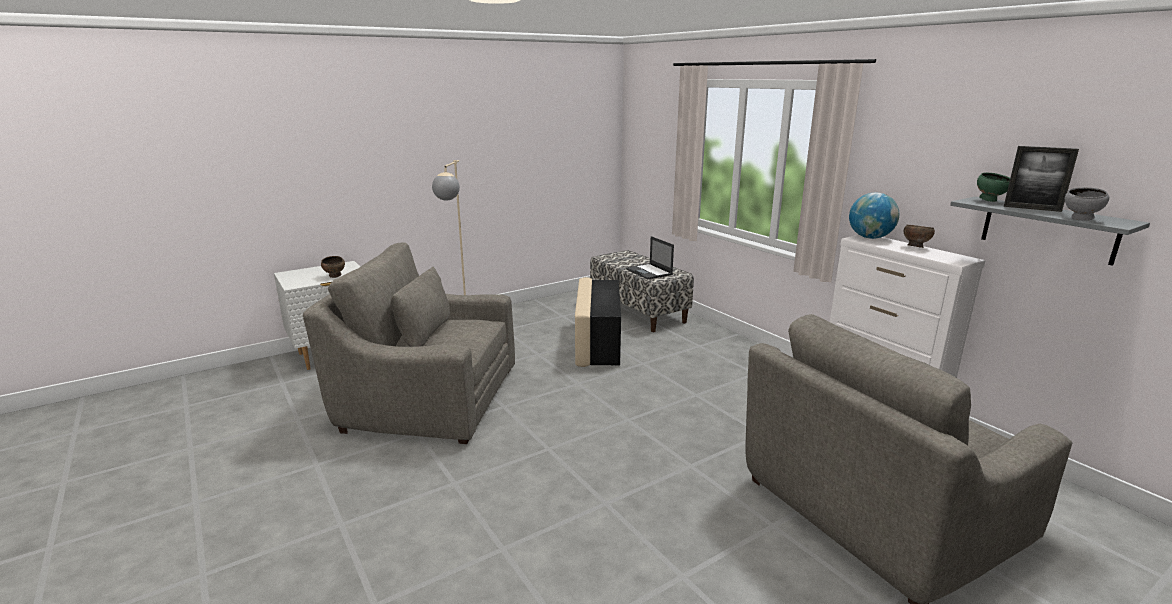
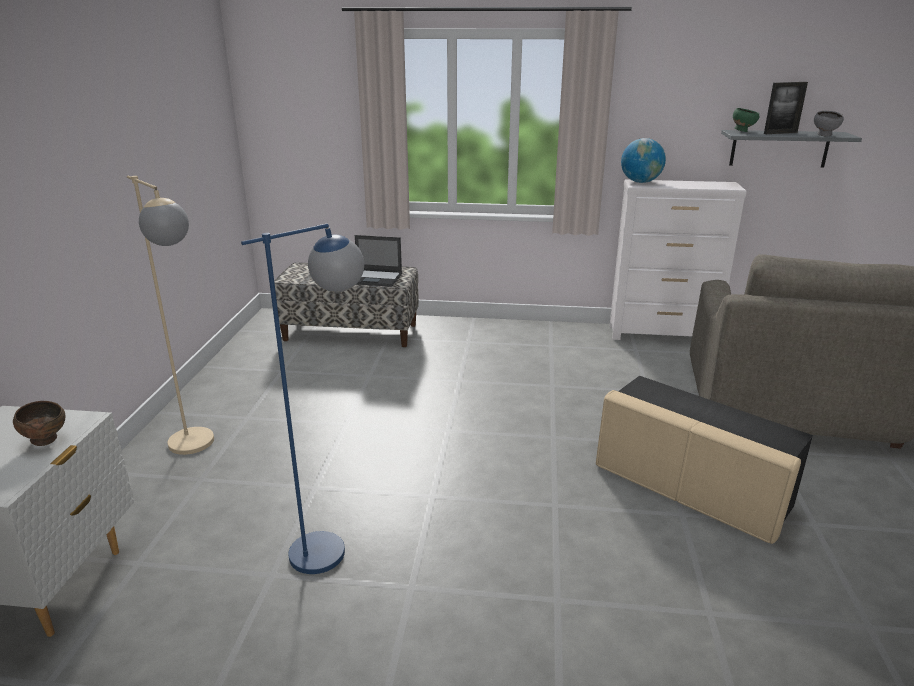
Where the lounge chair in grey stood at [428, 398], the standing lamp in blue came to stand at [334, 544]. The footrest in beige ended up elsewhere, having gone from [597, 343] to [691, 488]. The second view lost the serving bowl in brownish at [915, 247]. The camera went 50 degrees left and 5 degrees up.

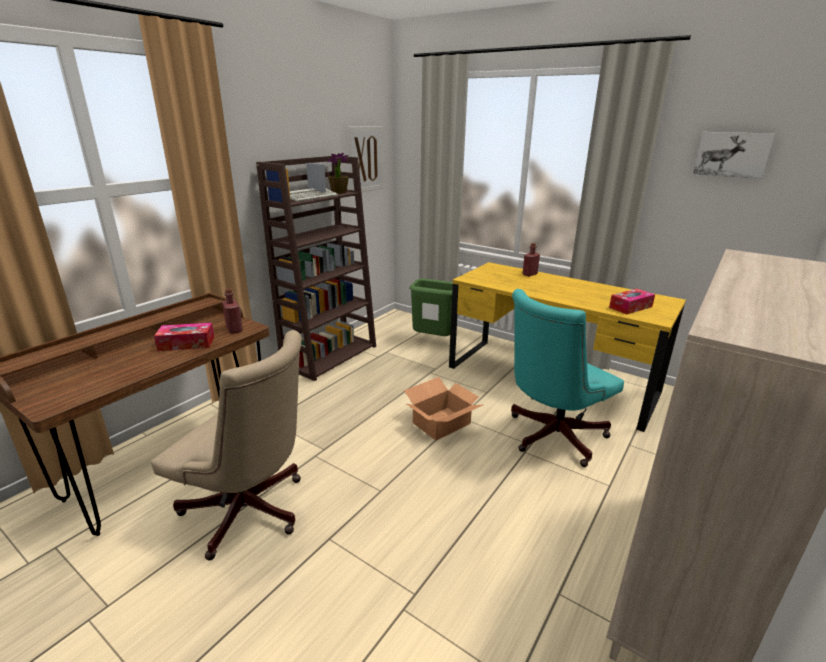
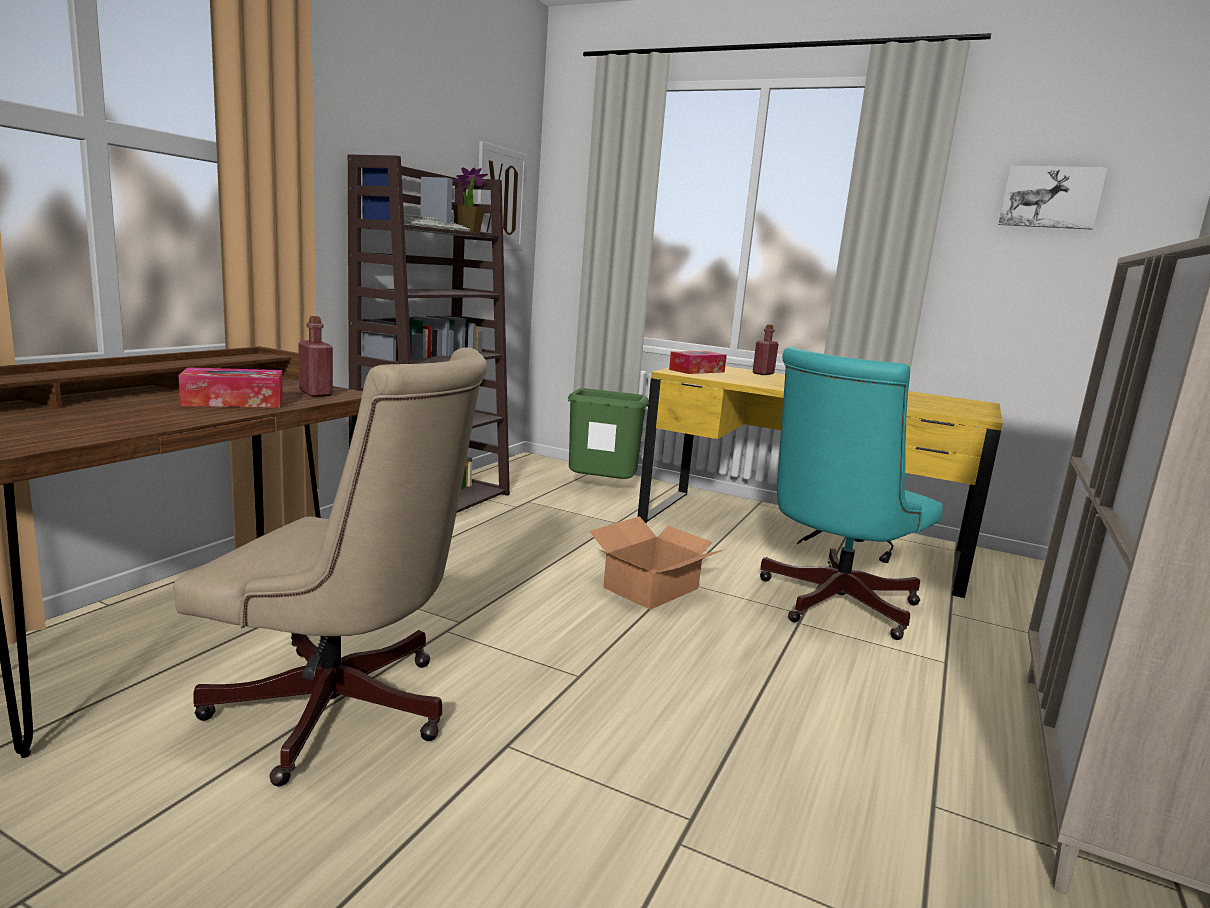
The tissue holder ended up elsewhere, having gone from [630, 307] to [697, 371]. The camera went 10 degrees left and 10 degrees down.

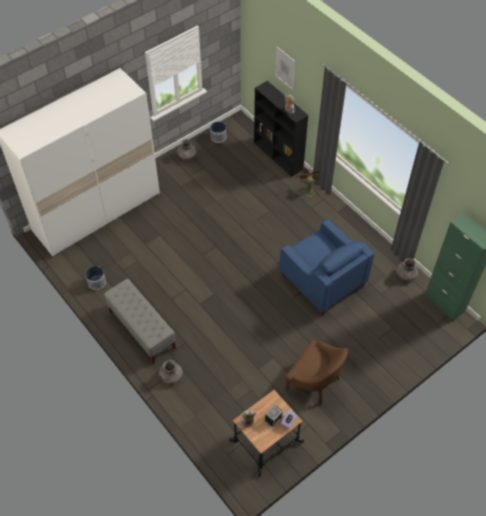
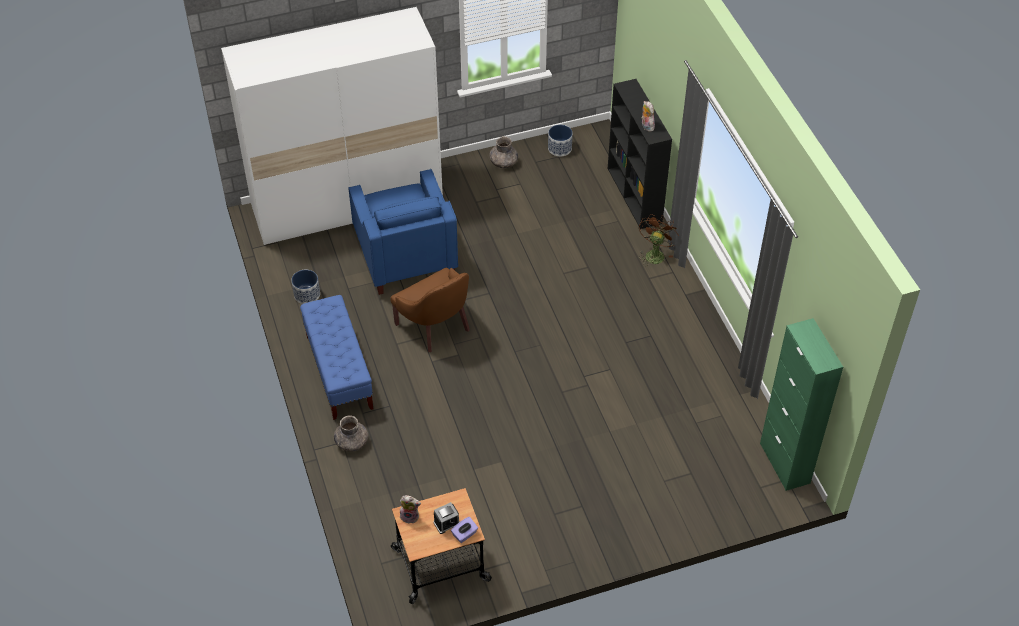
What was the indoor bench in grey at [142, 330] turned into the indoor bench in blue at [339, 372]. The lounge chair in blue ended up elsewhere, having gone from [322, 281] to [405, 255]. The lounge chair in brownish ended up elsewhere, having gone from [314, 382] to [436, 326]. The second view lost the wall picture at [285, 68]. The second view lost the flower vase in grey at [405, 275]. The camera went 20 degrees right and 5 degrees down.

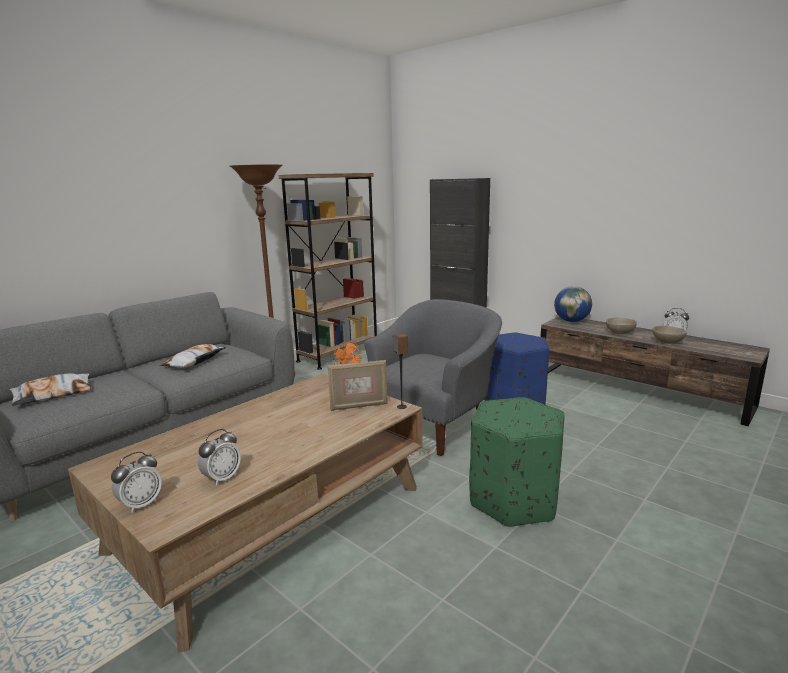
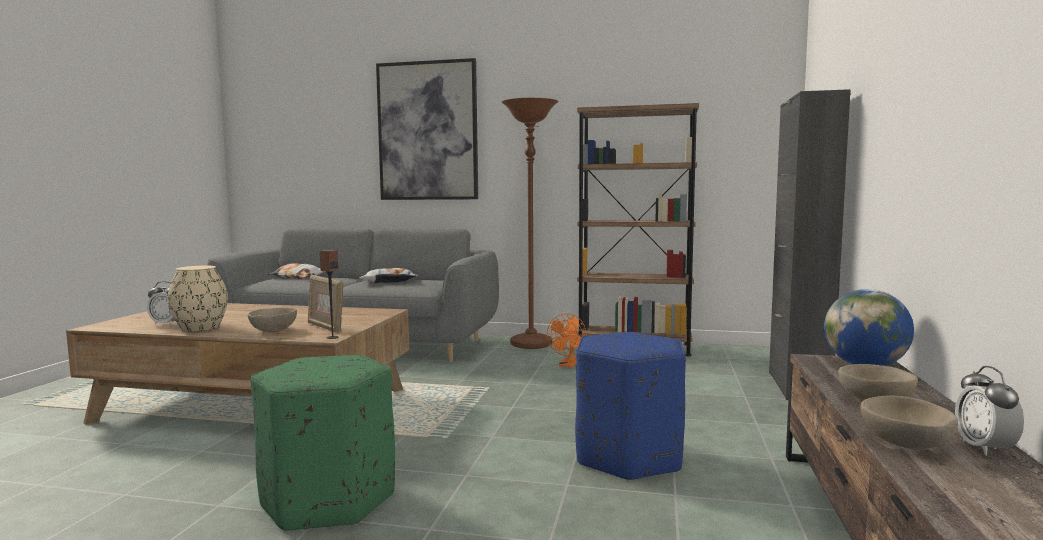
The second view gained the flower vase in beige at [201, 327]. The second view gained the serving bowl in beige at [273, 331]. The second view gained the wall picture at [428, 131]. The second view lost the bedside clock at [141, 504]. The second view lost the lounge chair in grey at [433, 425]. The camera went 60 degrees right and 10 degrees down.

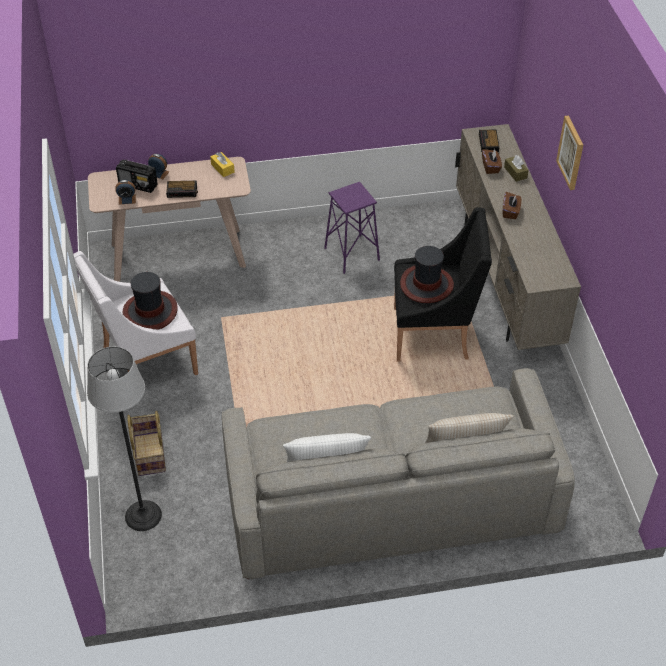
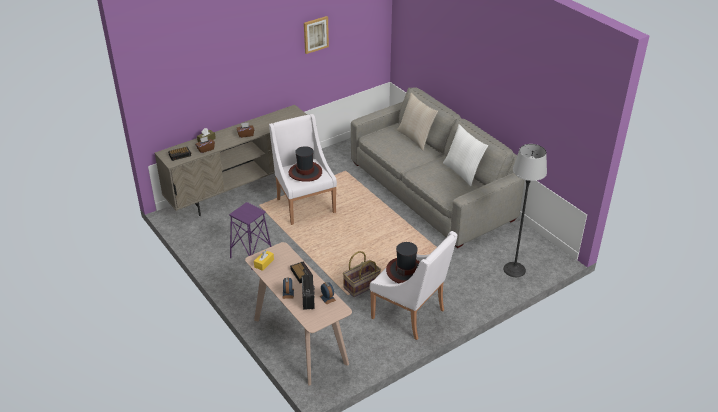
What was the lounge chair in black-coloured at [434, 334] turned into the lounge chair in white-coloured at [304, 205]. The wall picture ended up elsewhere, having gone from [571, 152] to [315, 34]. The household basket ended up elsewhere, having gone from [149, 454] to [362, 286]. The camera went 115 degrees left and 10 degrees down.

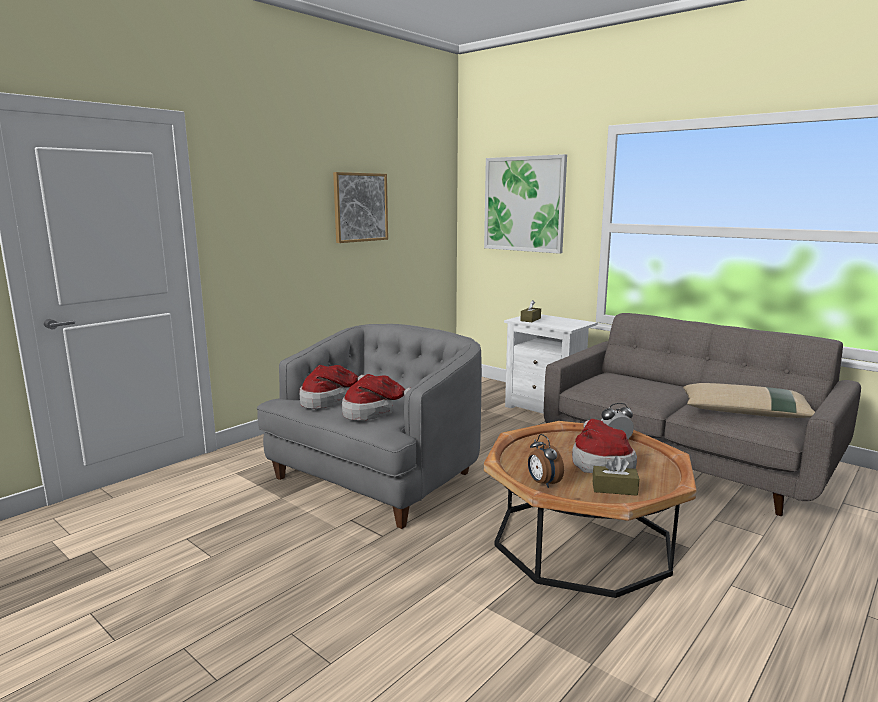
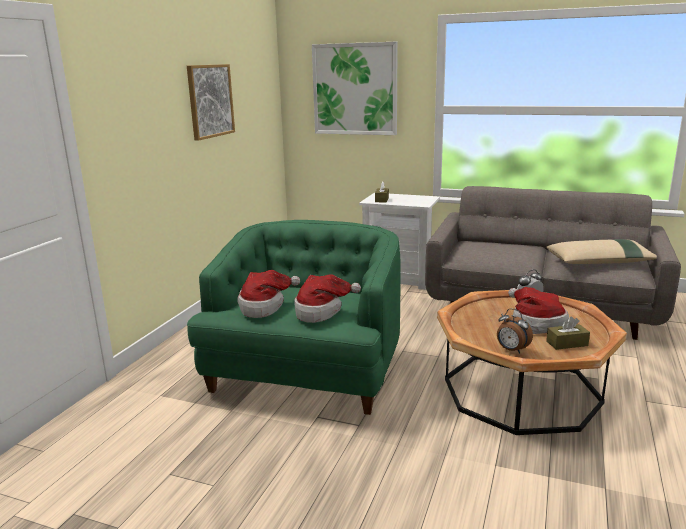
What was the lounge chair in grey at [377, 477] turned into the lounge chair in green at [306, 371]. The camera went 20 degrees left and 5 degrees up.

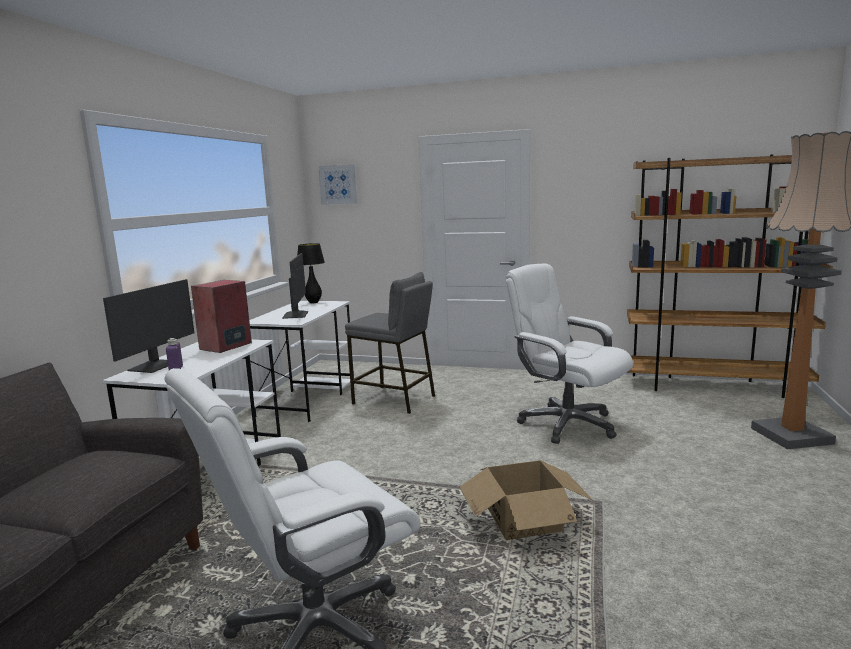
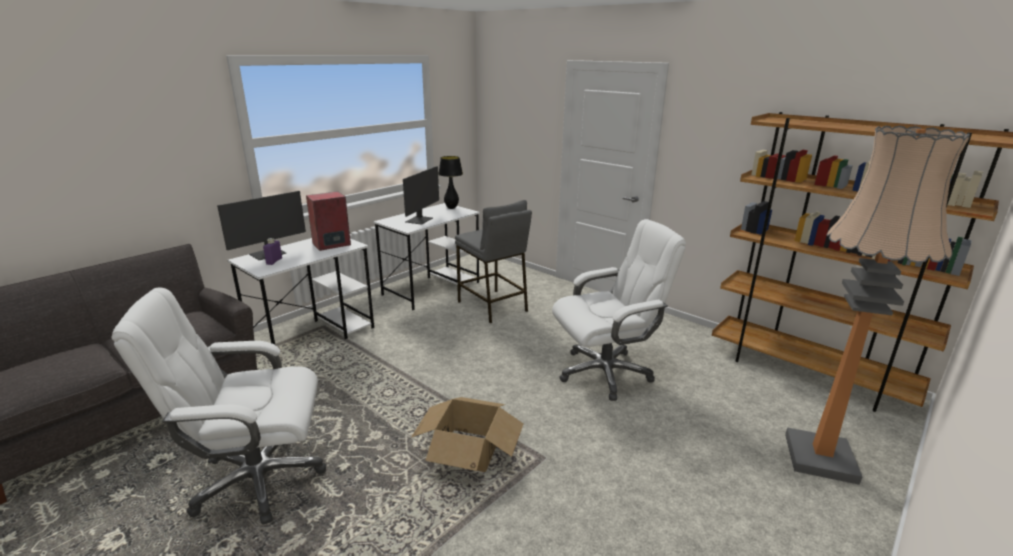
The office chair in white-coloured at [566, 424] ended up facing another way, 90 degrees clockwise from before. The second view lost the wall picture at [338, 184]. The camera went 25 degrees right and 10 degrees up.

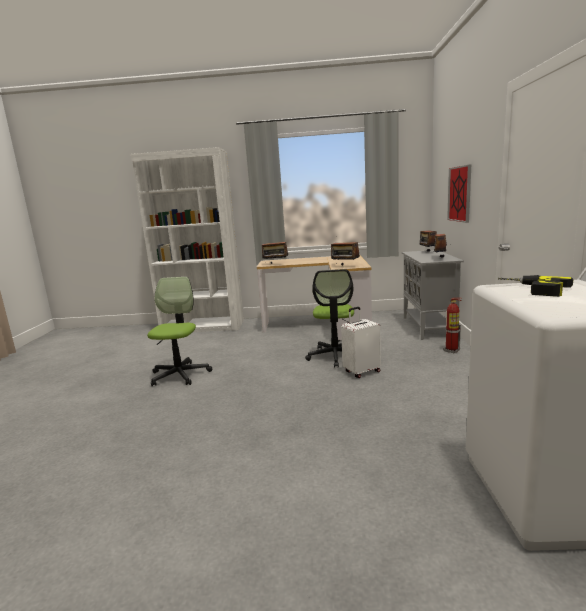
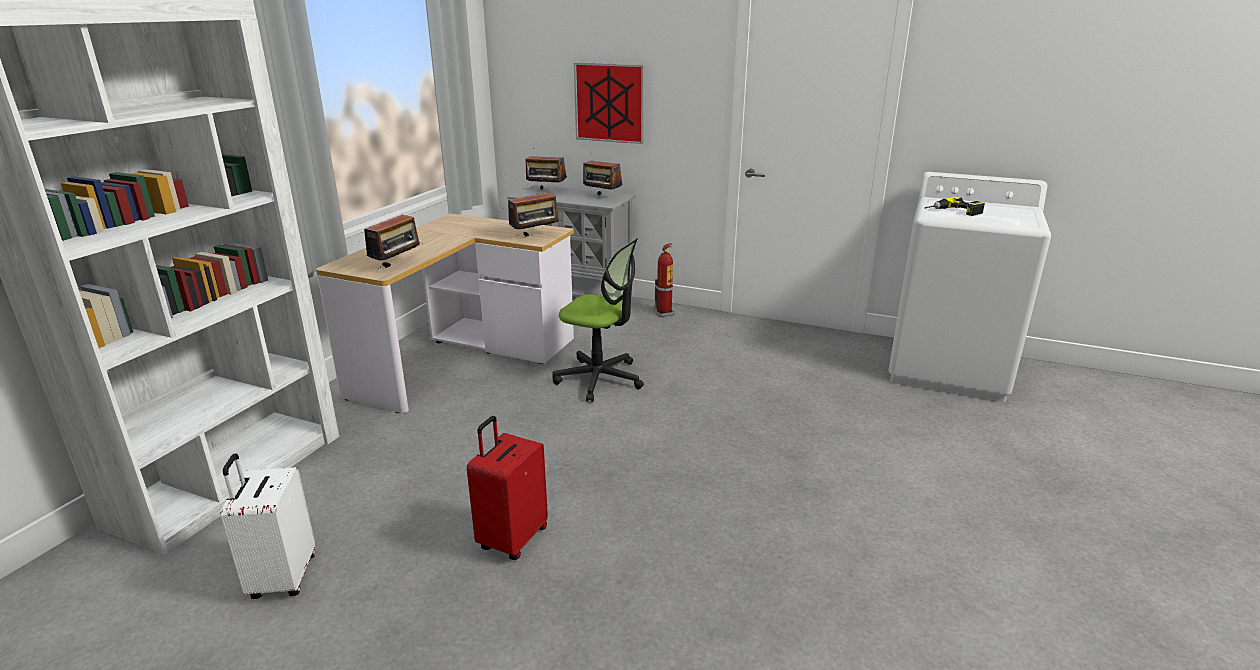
The suitcase in white-coloured ended up elsewhere, having gone from [361, 371] to [282, 578]. Where the office chair stood at [180, 375], the suitcase in red came to stand at [512, 538]. The camera went 70 degrees left and 10 degrees up.

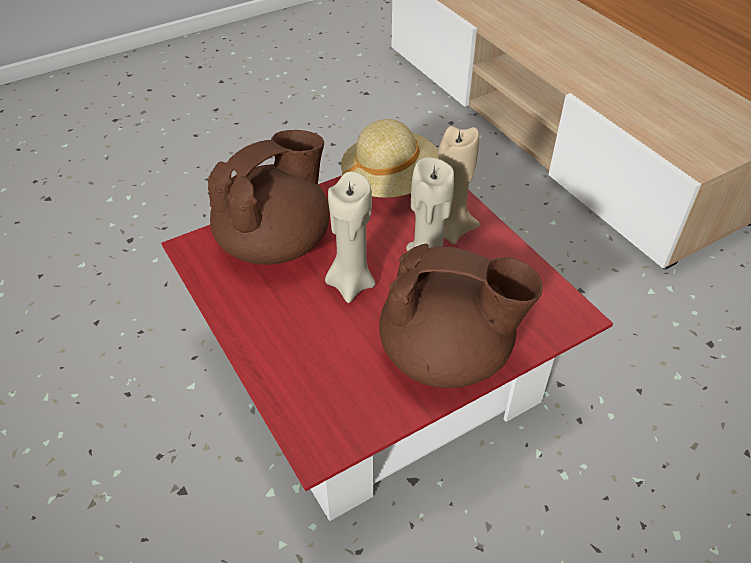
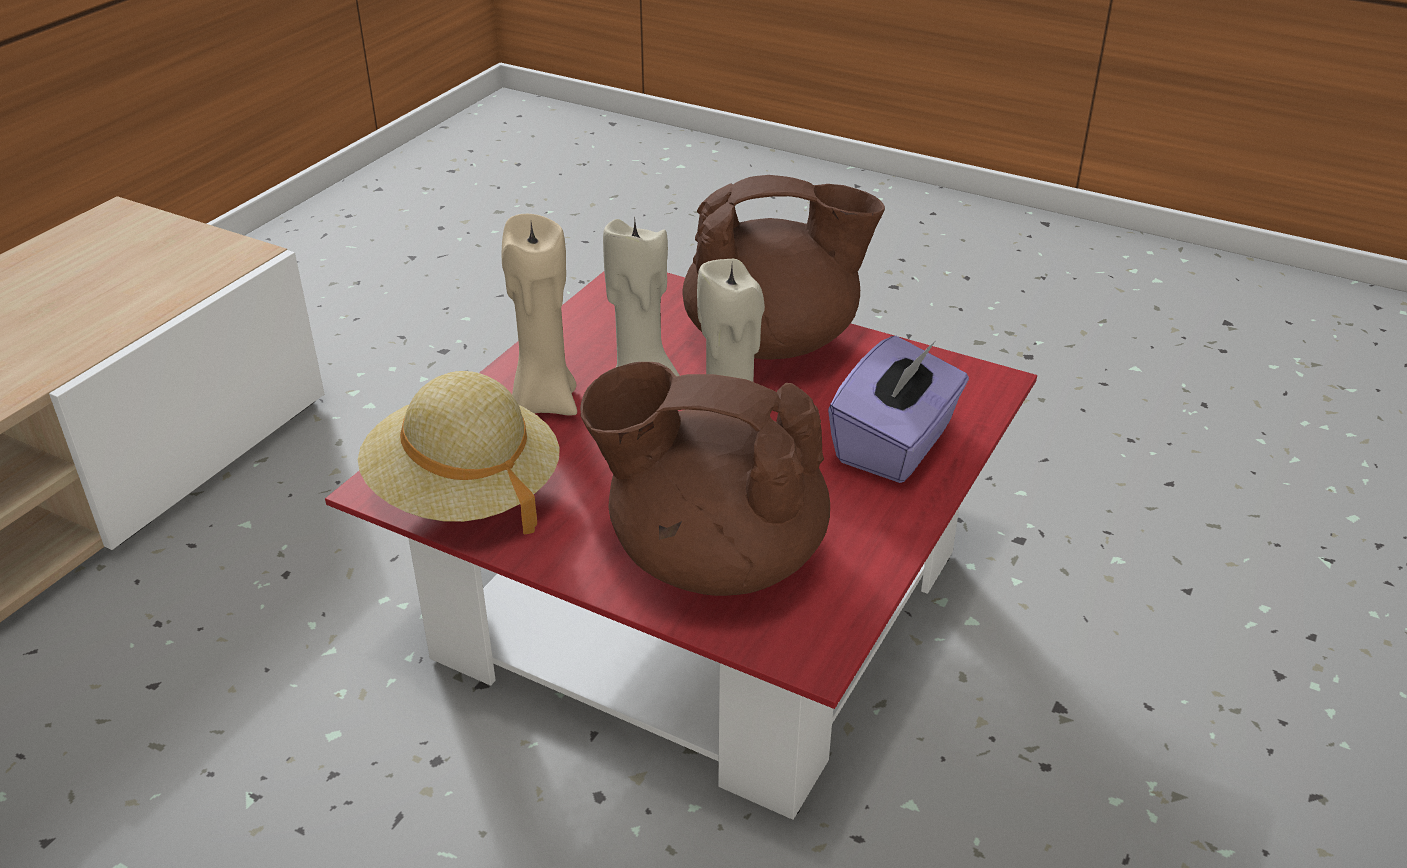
The pot for tea in brownish at [447, 355] ended up facing another way, 105 degrees clockwise from before. The second view gained the tissue holder in purplish at [895, 445]. The camera went 120 degrees left and 10 degrees down.

